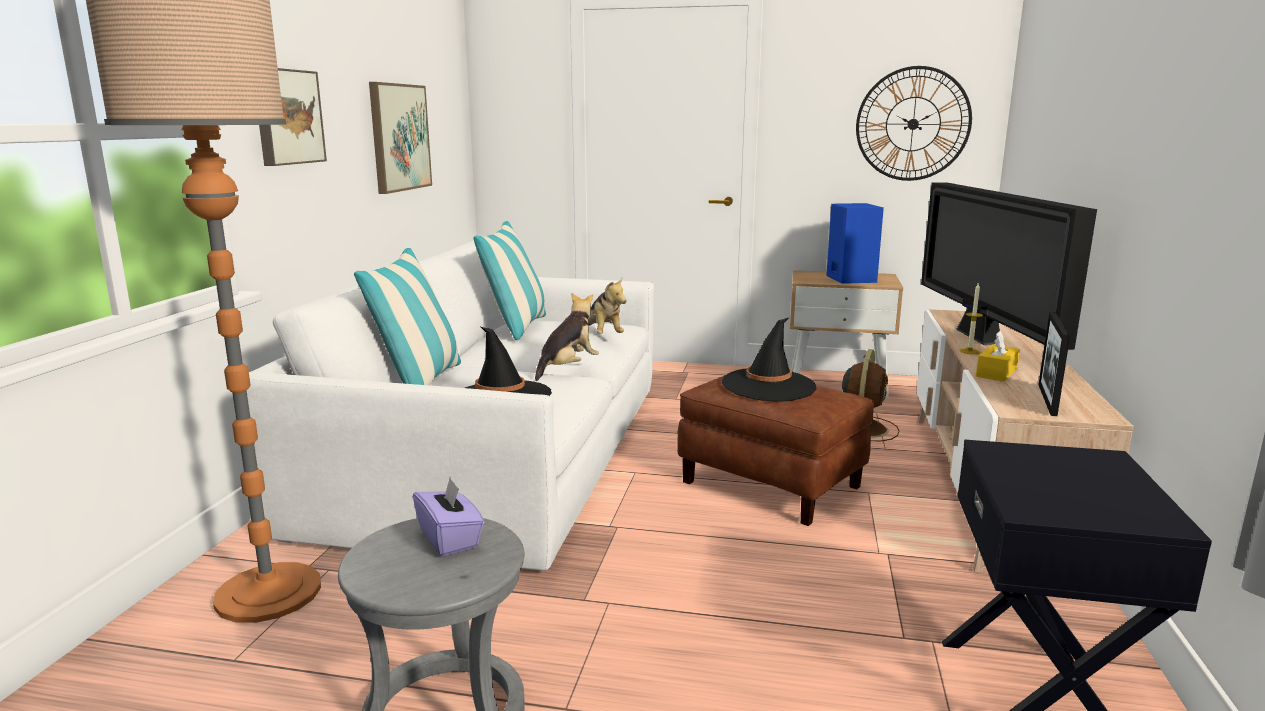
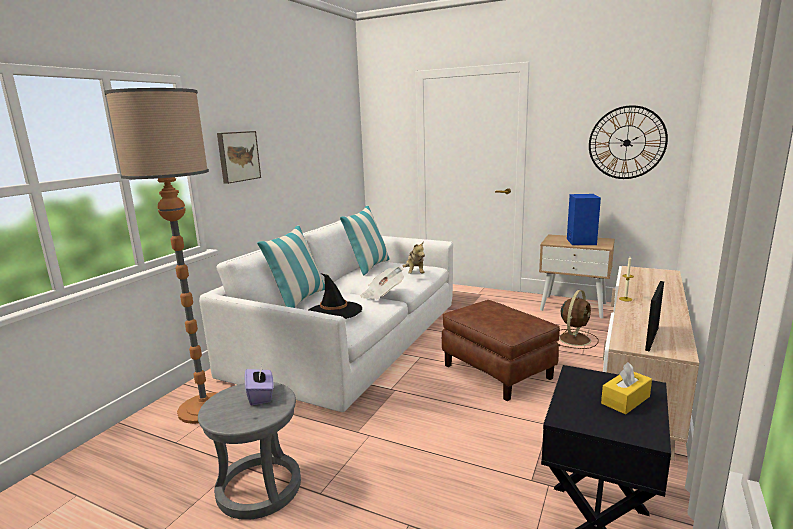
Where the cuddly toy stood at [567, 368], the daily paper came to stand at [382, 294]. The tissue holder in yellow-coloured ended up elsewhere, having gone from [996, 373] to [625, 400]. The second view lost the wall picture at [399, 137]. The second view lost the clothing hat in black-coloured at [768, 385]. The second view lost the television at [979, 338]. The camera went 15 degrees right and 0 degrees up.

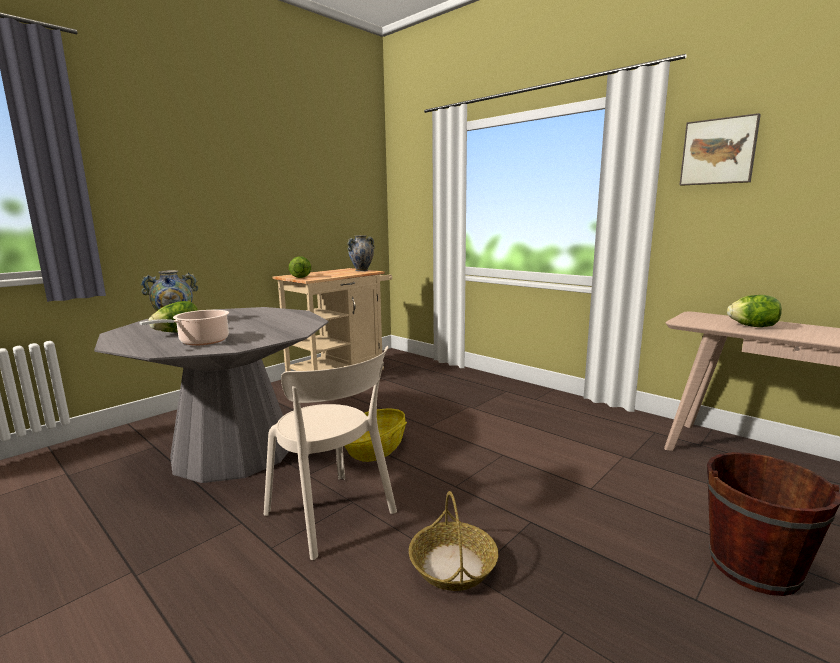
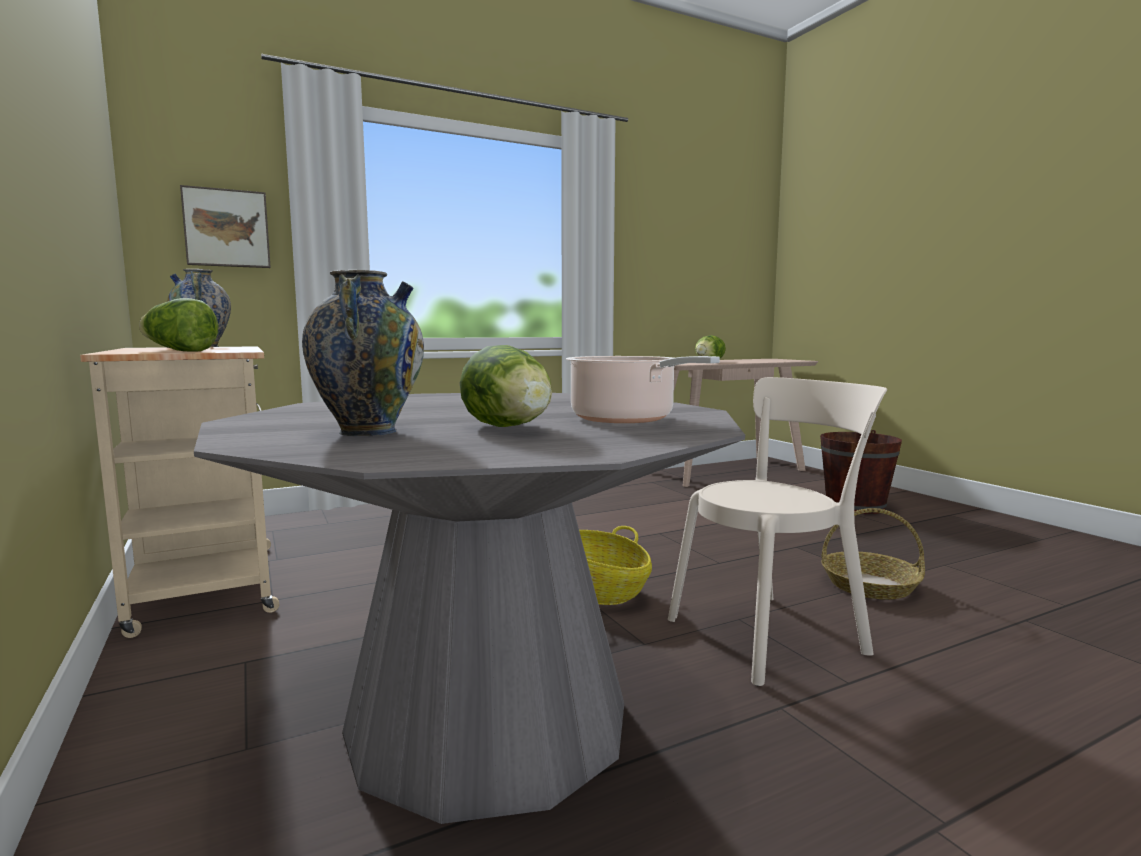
The wall picture ended up elsewhere, having gone from [718, 152] to [227, 228]. The camera went 70 degrees left and 5 degrees down.

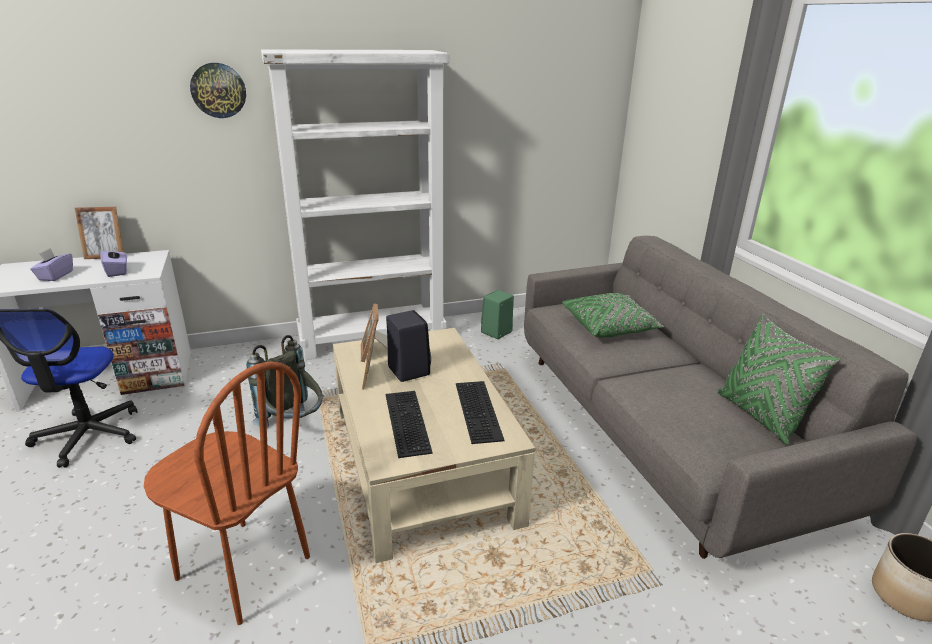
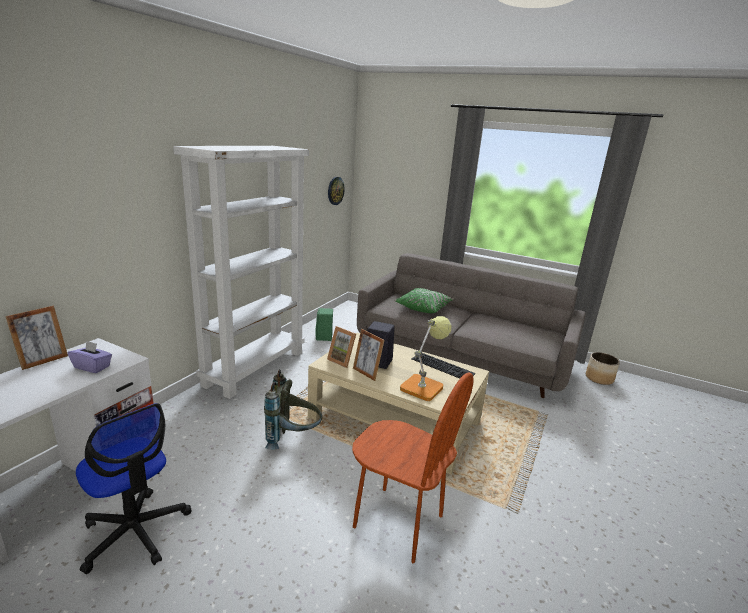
The wall clock ended up elsewhere, having gone from [218, 90] to [335, 190]. The plain chair in brownish at [243, 568] ended up facing another way, 45 degrees clockwise from before. Where the PC keyboard stood at [405, 421], the table lamp came to stand at [424, 386]. The second view lost the tissue holder in purplish at [55, 276]. The second view lost the pillow in green at [759, 416]. The camera went 45 degrees left and 5 degrees down.

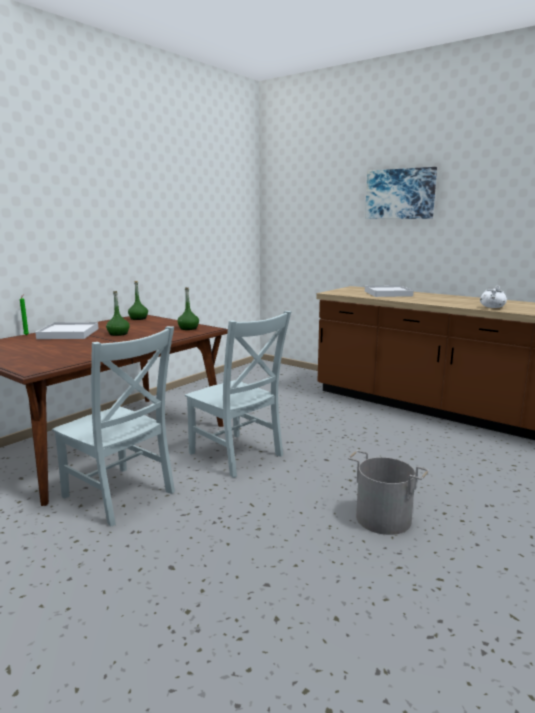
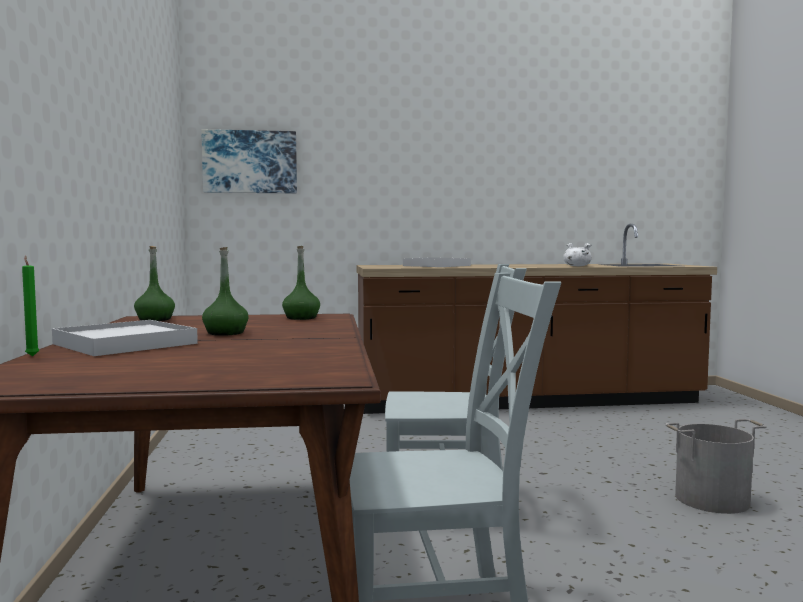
The wall picture ended up elsewhere, having gone from [400, 194] to [250, 162]. The camera went 45 degrees left and 10 degrees down.

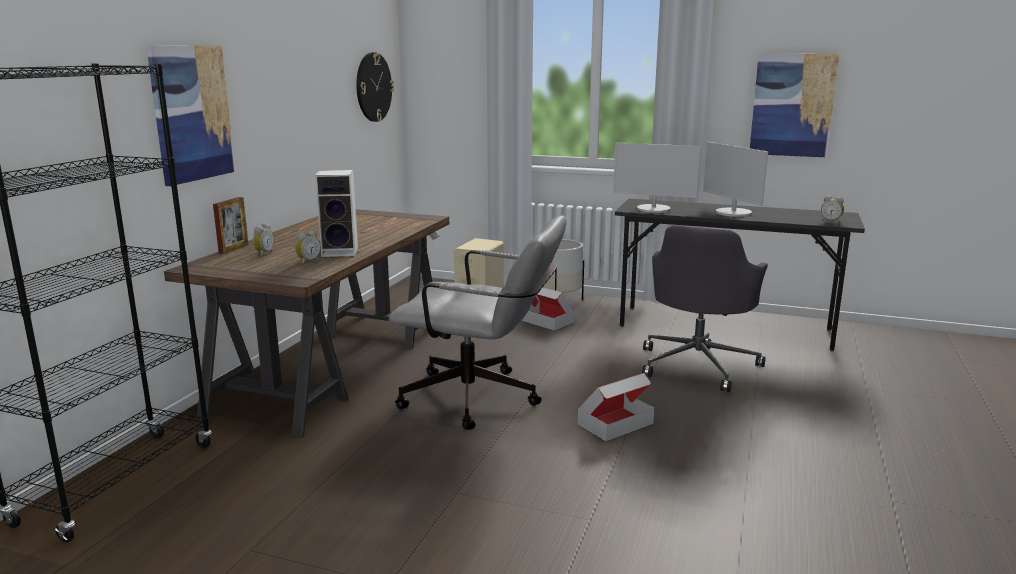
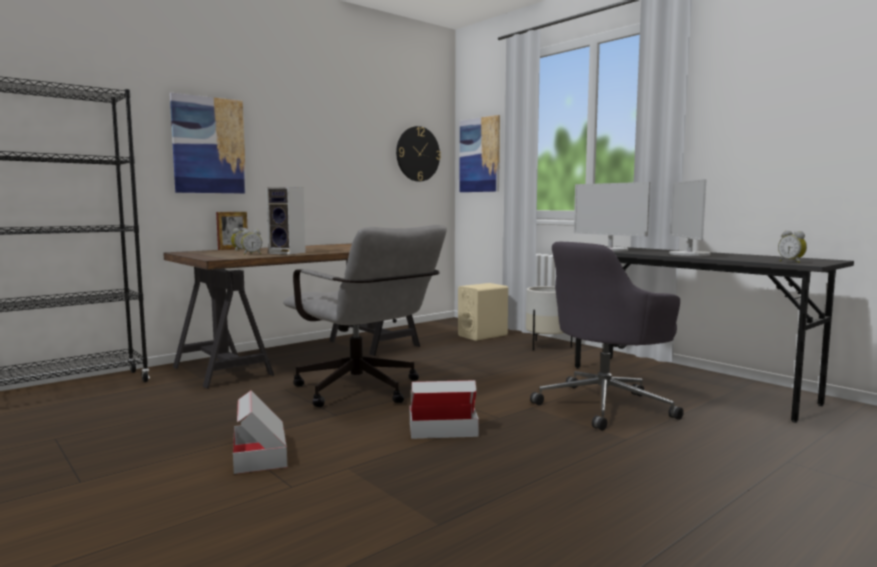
The packing box ended up elsewhere, having gone from [546, 321] to [260, 455]. The wall picture ended up elsewhere, having gone from [792, 105] to [480, 155]. The camera went 30 degrees right and 10 degrees down.

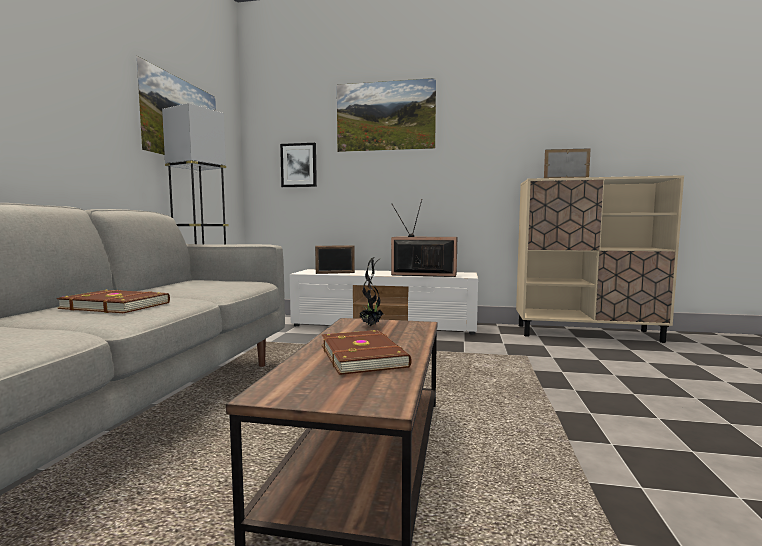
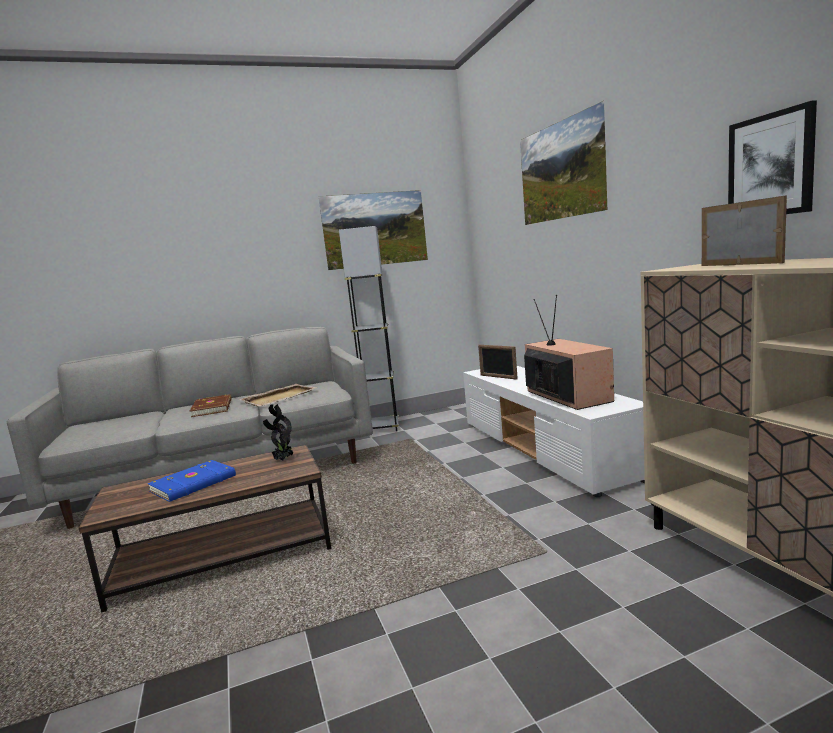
What was the volume in brownish at [364, 355] turned into the volume in blue at [194, 484]. The second view gained the serving tray in beige at [280, 397]. The wall picture ended up elsewhere, having gone from [299, 165] to [771, 166]. The camera went 60 degrees right and 5 degrees up.

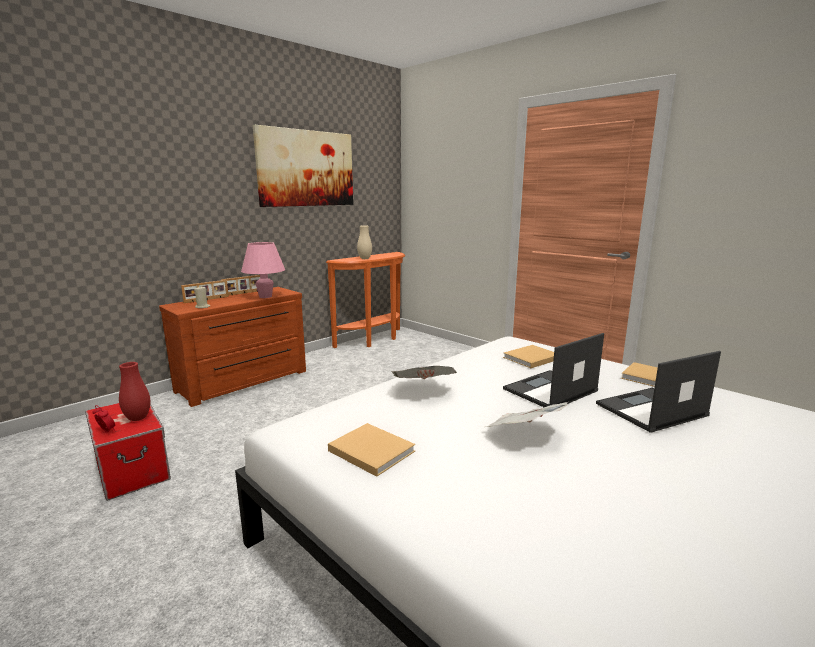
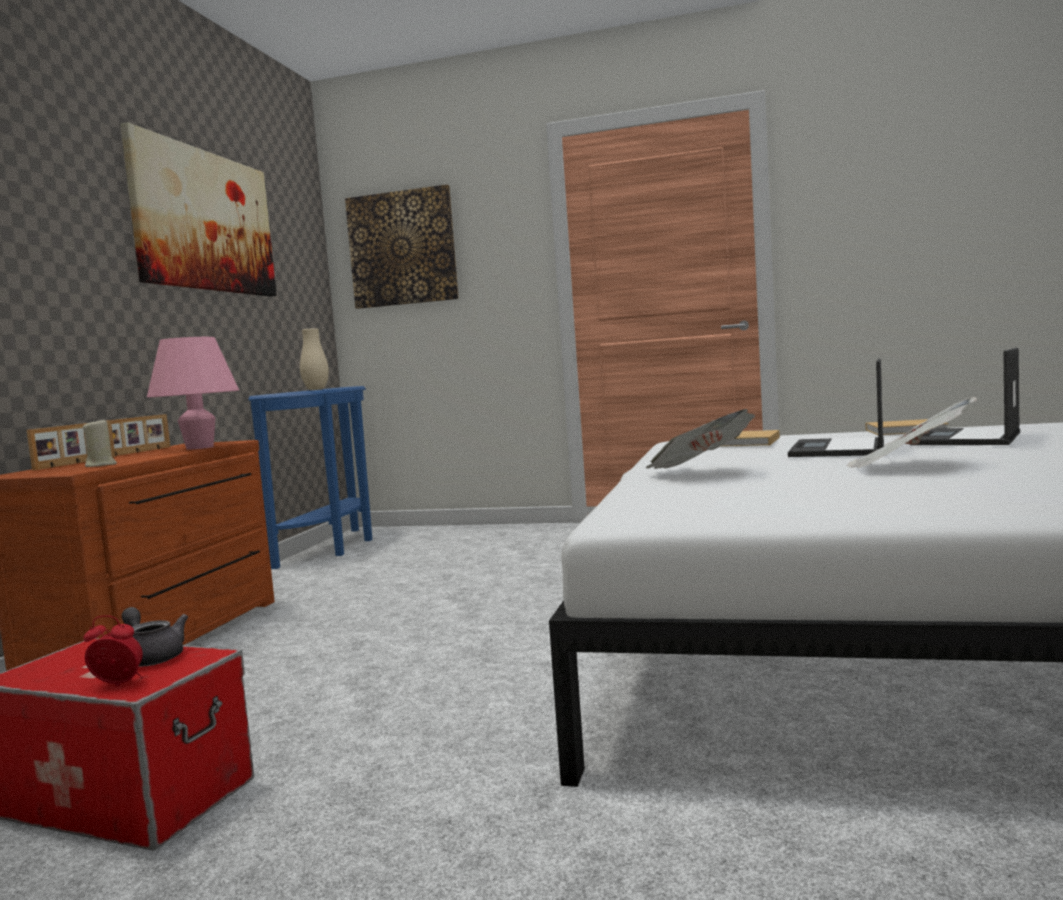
Where the flower vase in red stood at [138, 418], the pot for tea in grey came to stand at [151, 657]. What was the console table in orange at [374, 340] turned into the console table in blue at [336, 547]. The second view gained the wall picture at [402, 248]. The second view lost the volume in beige at [369, 450]. The camera went 30 degrees left and 10 degrees down.

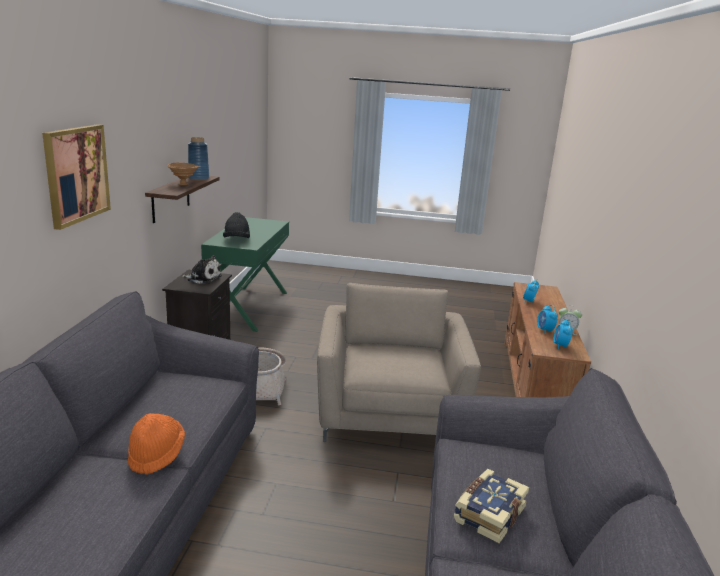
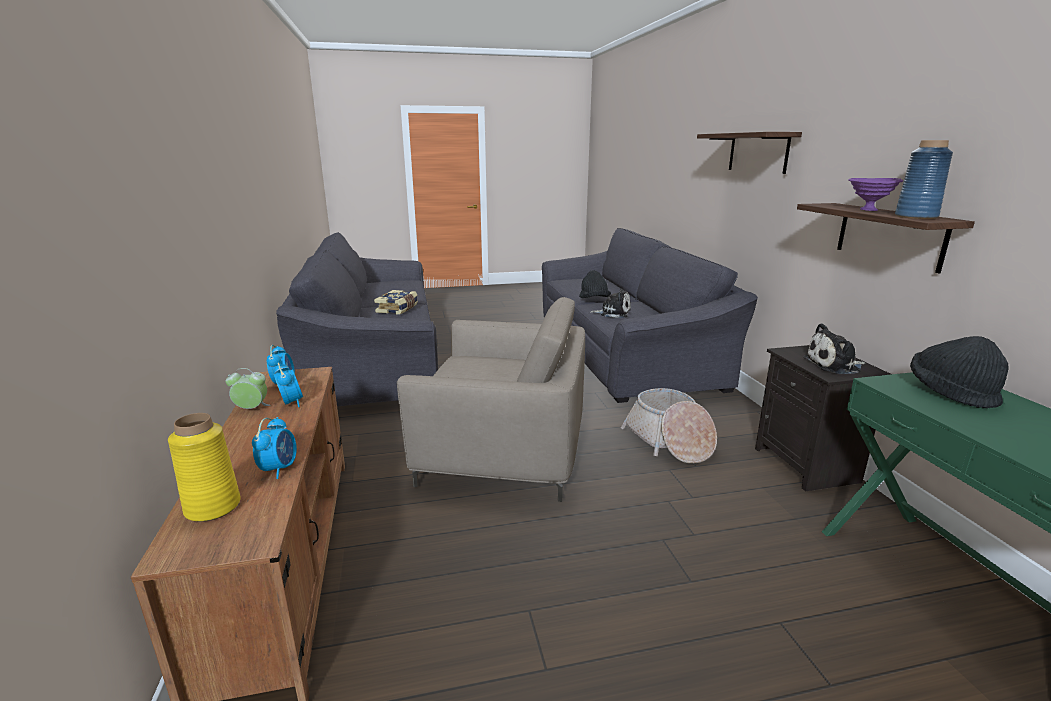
The second view gained the flower vase in yellow-coloured at [213, 507]. The lounge chair in beige at [389, 413] ended up facing another way, 60 degrees counterclockwise from before. What was the clothing hat in orange at [156, 455] turned into the clothing hat in black-coloured at [594, 300]. The second view gained the cuddly toy at [613, 313]. Where the wall picture hung at [76, 174], the wall shelf came to hang at [758, 152]. What was the serving bowl in brownish at [184, 184] turned into the serving bowl in purplish at [869, 210]. The camera went 160 degrees right and 0 degrees up.

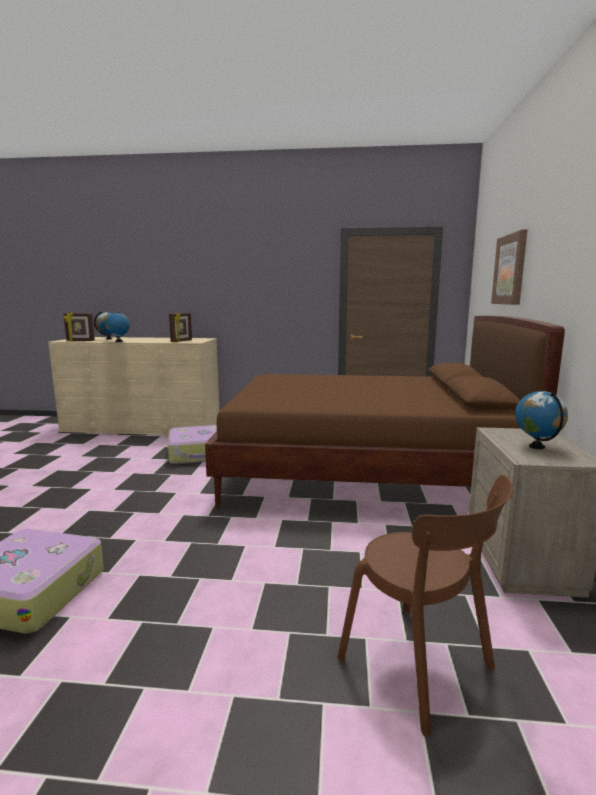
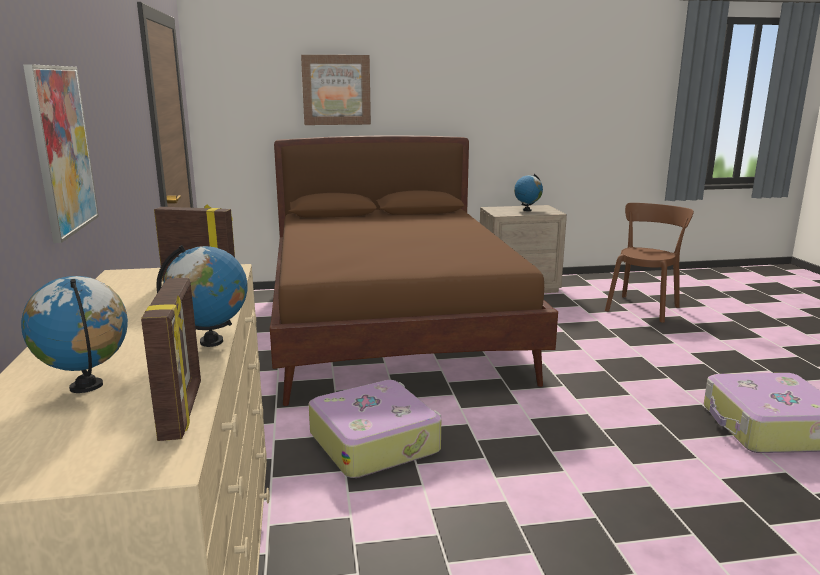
The second view gained the wall picture at [61, 150]. The camera went 105 degrees left and 5 degrees up.

